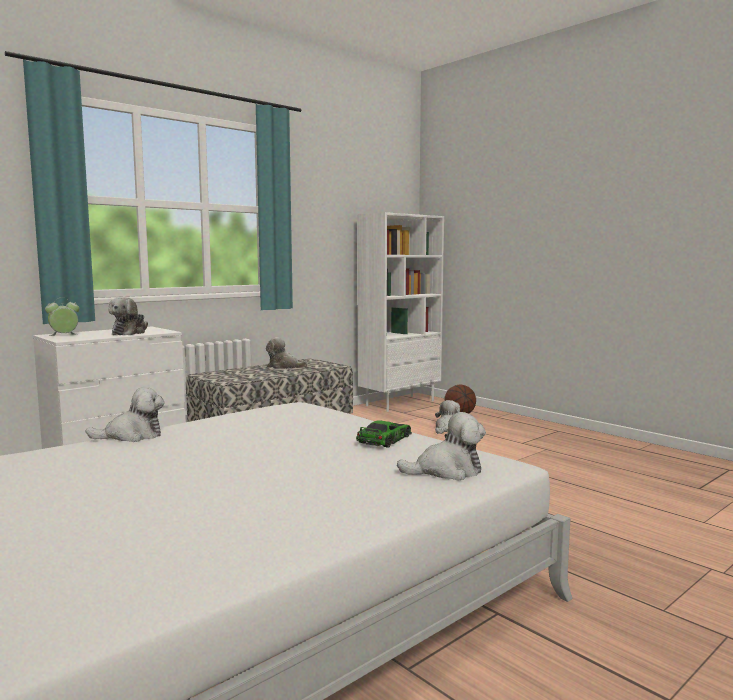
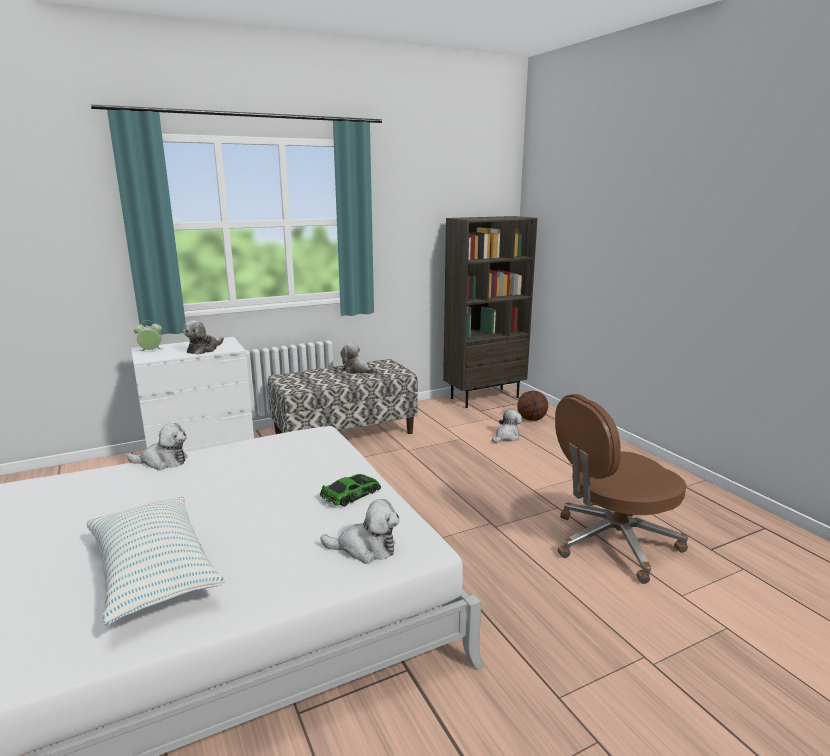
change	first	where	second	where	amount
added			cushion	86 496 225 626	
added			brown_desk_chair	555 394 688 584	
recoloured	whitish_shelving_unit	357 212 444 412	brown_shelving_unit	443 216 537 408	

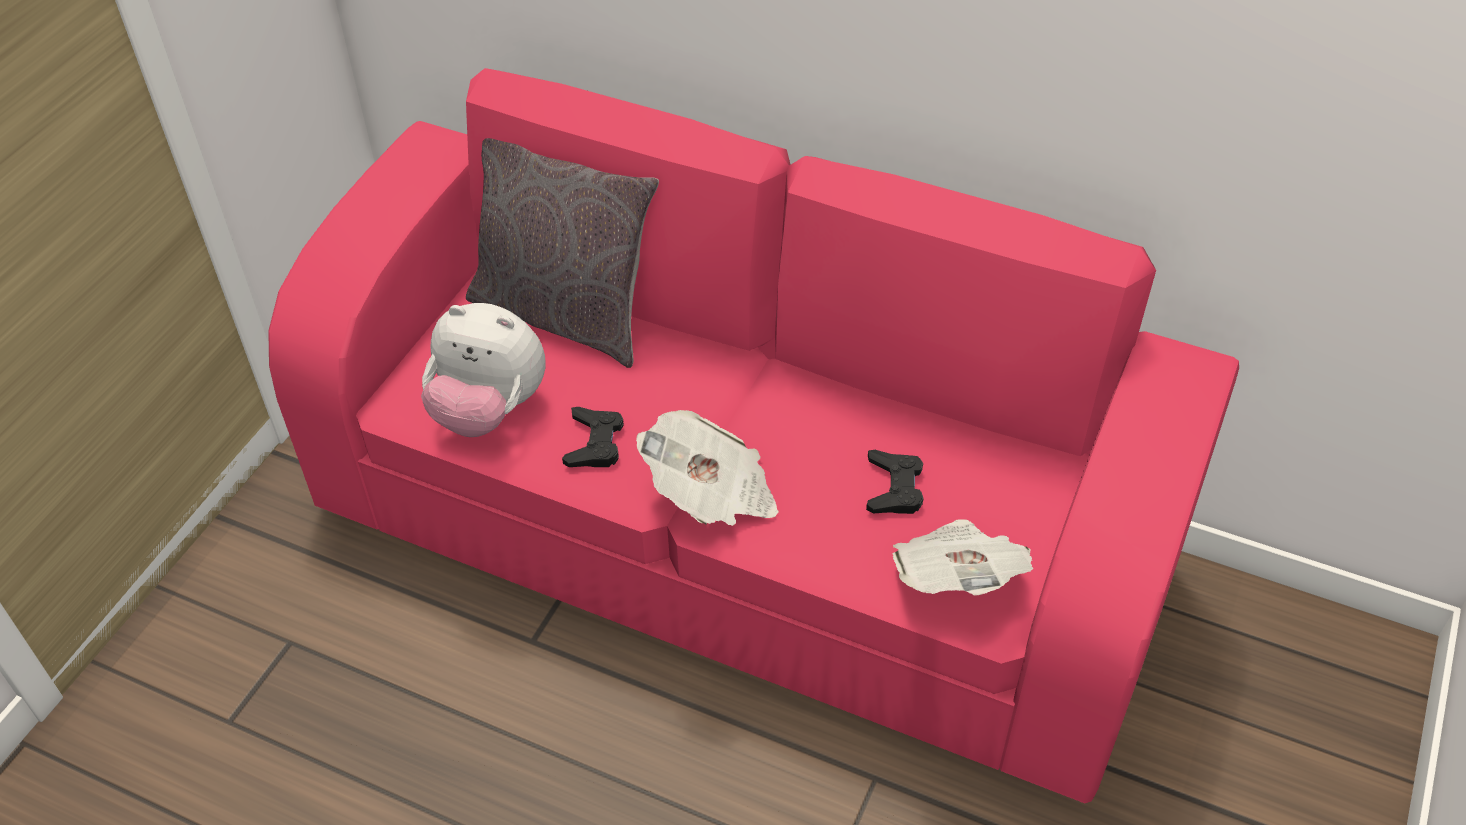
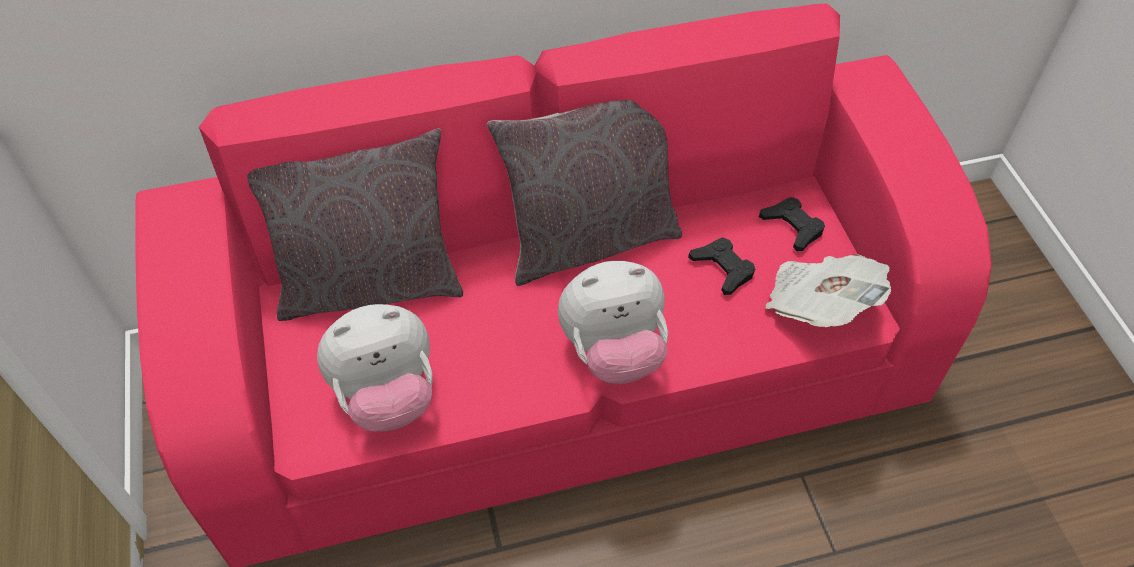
change	first	where	second	where	amount
added			gray_cushion	487 100 682 286	
moved	black_game_controller	562 407 624 467		759 197 825 251	
replaced	printed_paper	636 410 779 526	cuddly_toy	558 261 668 384	

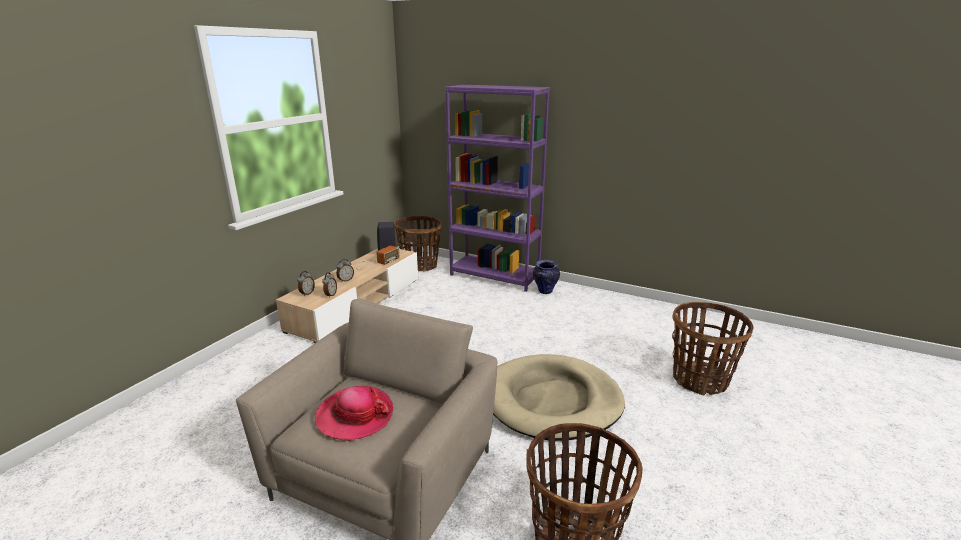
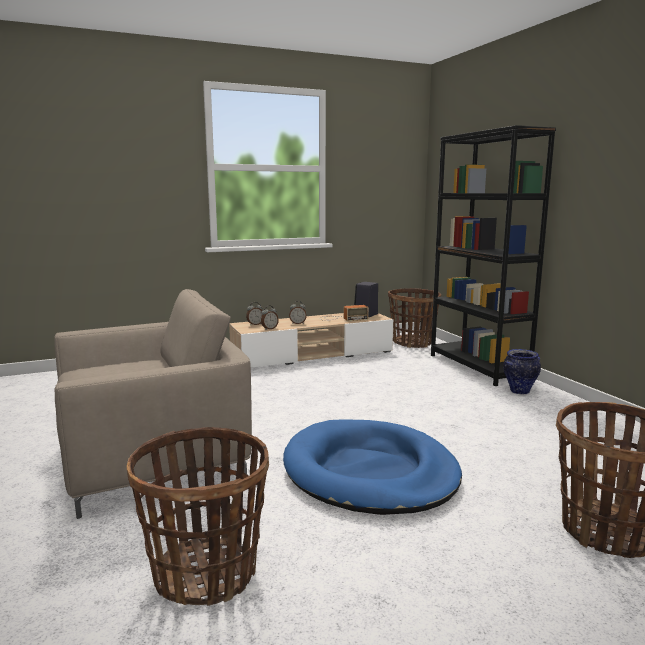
change	first	where	second	where	amount
removed	hat	315 386 393 441			
recoloured	purplish_shelving_unit	445 85 550 292	black_shelving_unit	431 125 556 386	
recoloured	beige_dog_cushion	493 354 625 441	blue-coloured_dog_cushion	283 419 462 515	

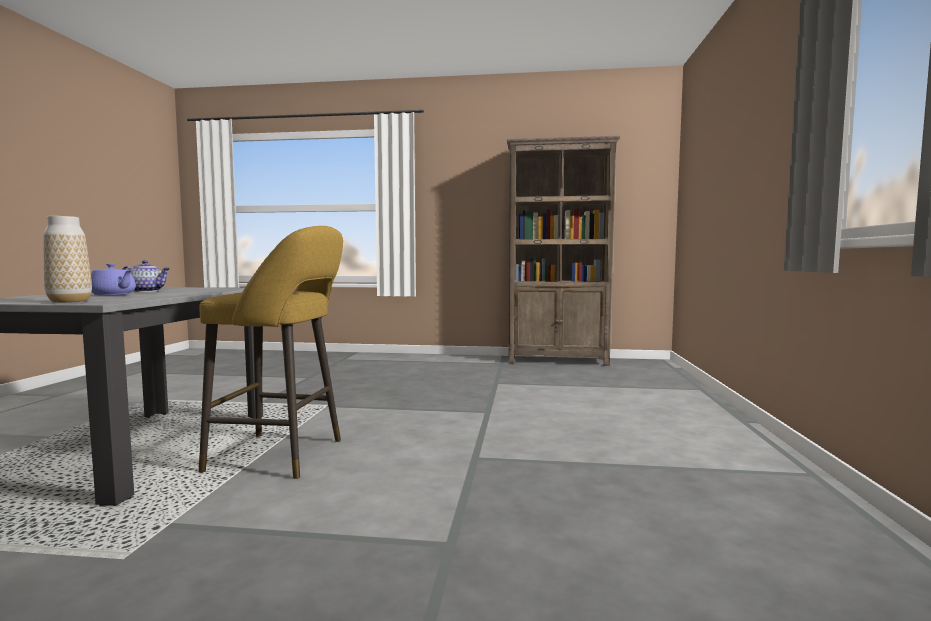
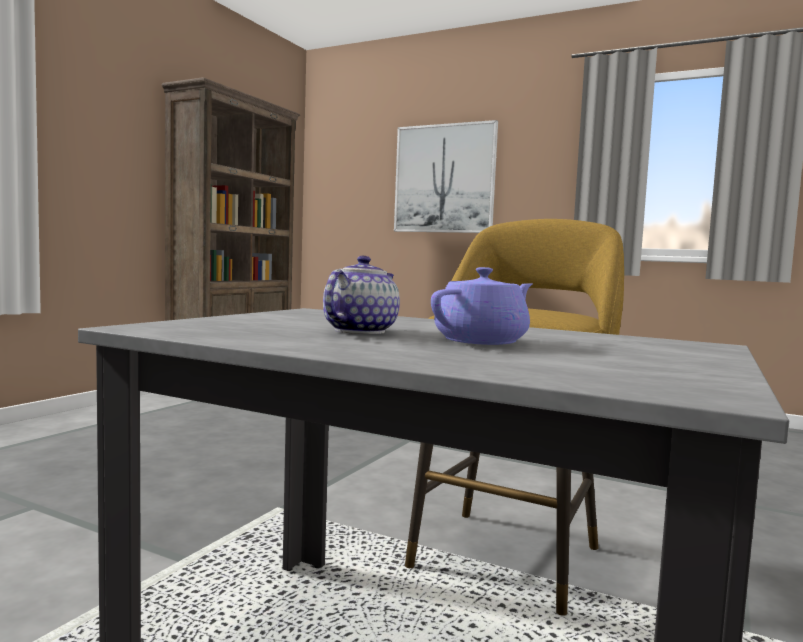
change	first	where	second	where	amount
removed	flower_vase	43 216 92 303			
added			wall_art	394 120 498 233	

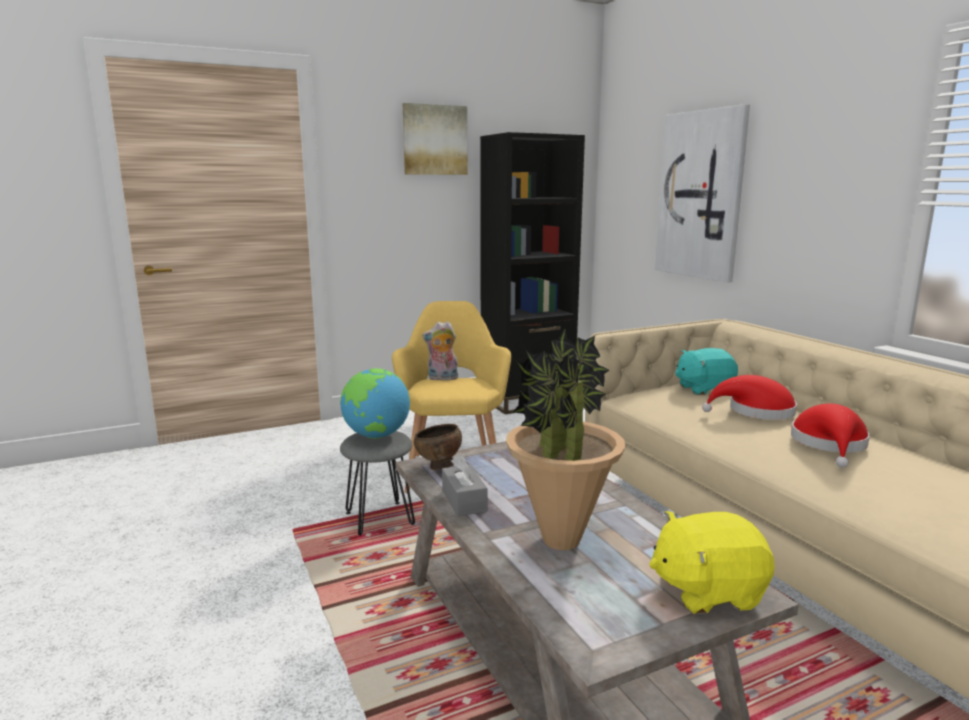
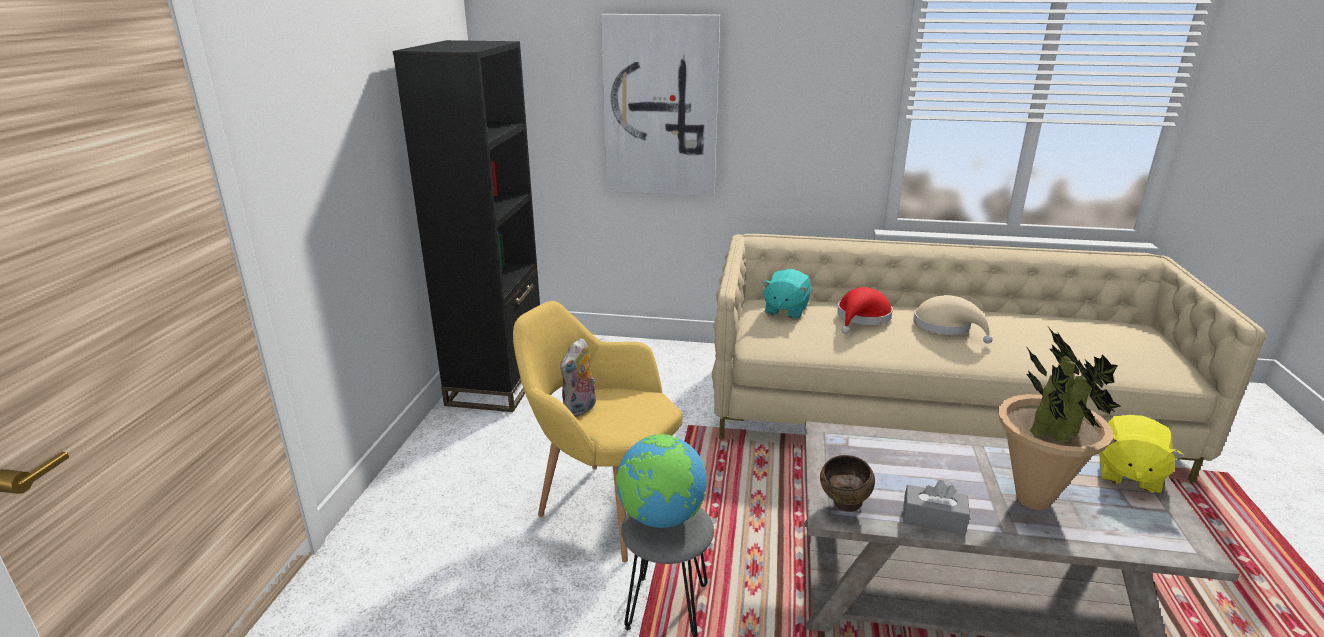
change	first	where	second	where	amount
removed	wall_art	403 103 468 175			
recoloured	red-coloured_hat	791 404 870 468	beige_hat	913 295 993 344	

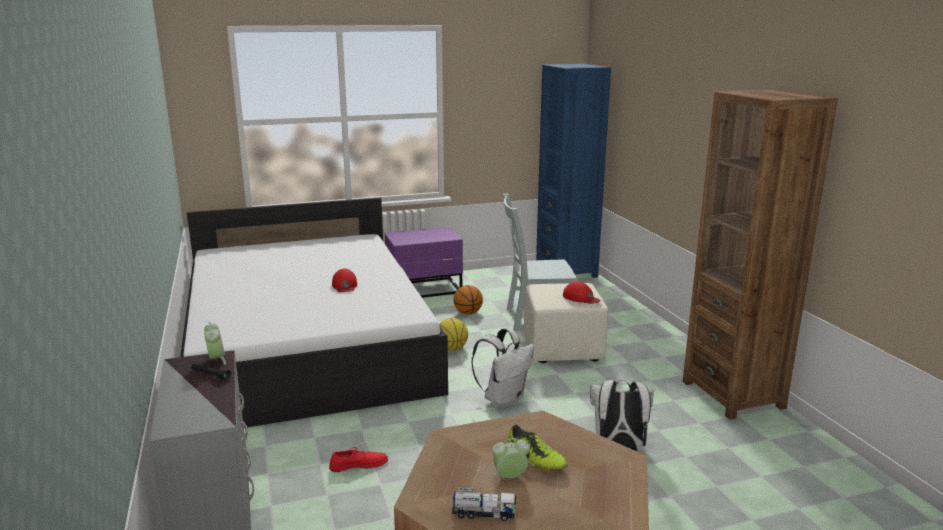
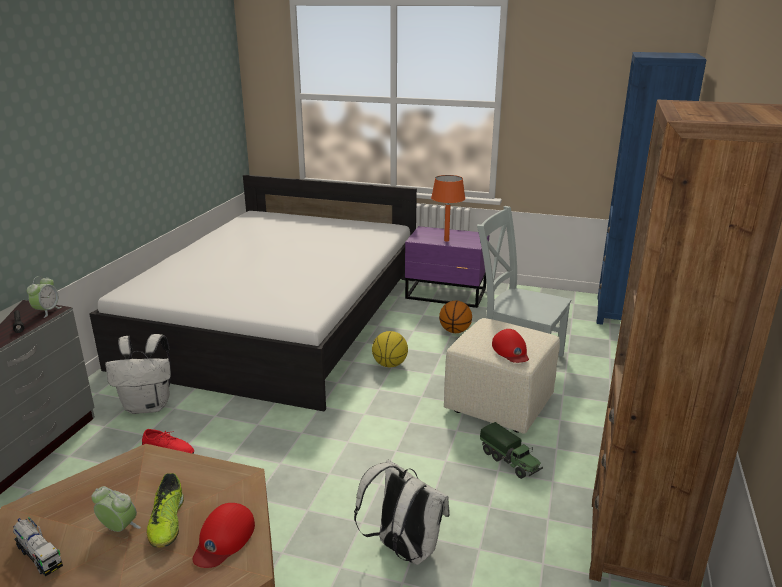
change	first	where	second	where	amount
added			orange-coloured_lamp_for_a_table	431 175 465 242	
added			toy_lorry	480 422 543 479	
moved	red-coloured_baseball_cap	332 268 357 292		192 503 255 568	
moved	whitish_backpack	471 328 534 407		105 334 171 414	

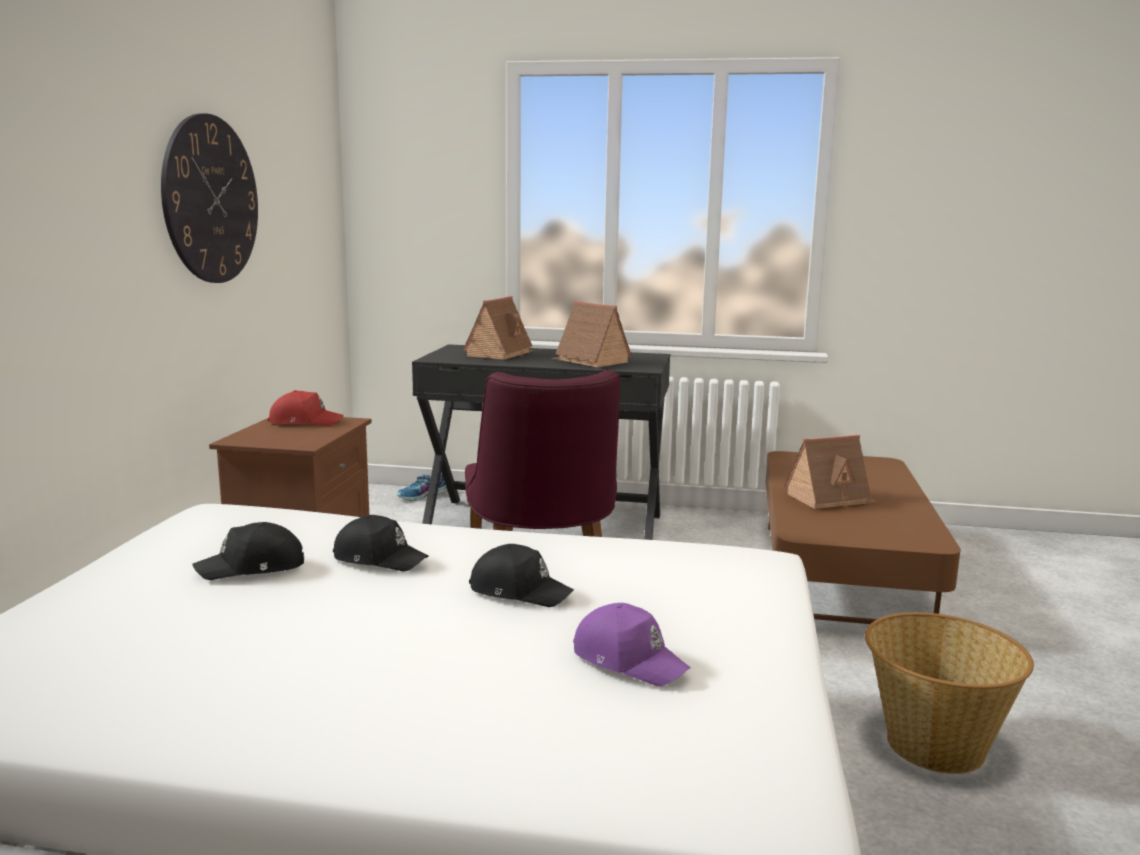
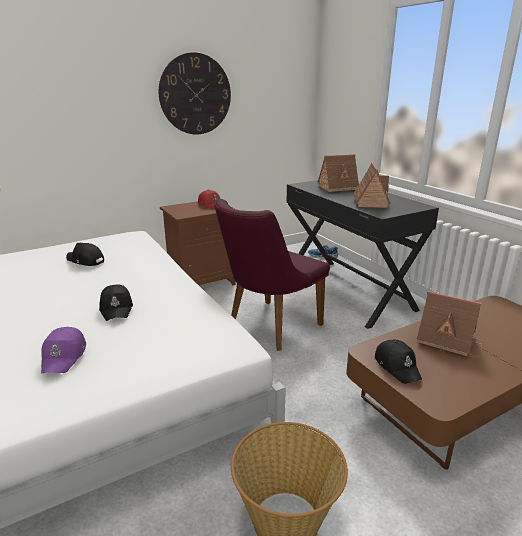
change	first	where	second	where	amount
moved	black_baseball_cap	333 515 429 571		375 340 422 384	

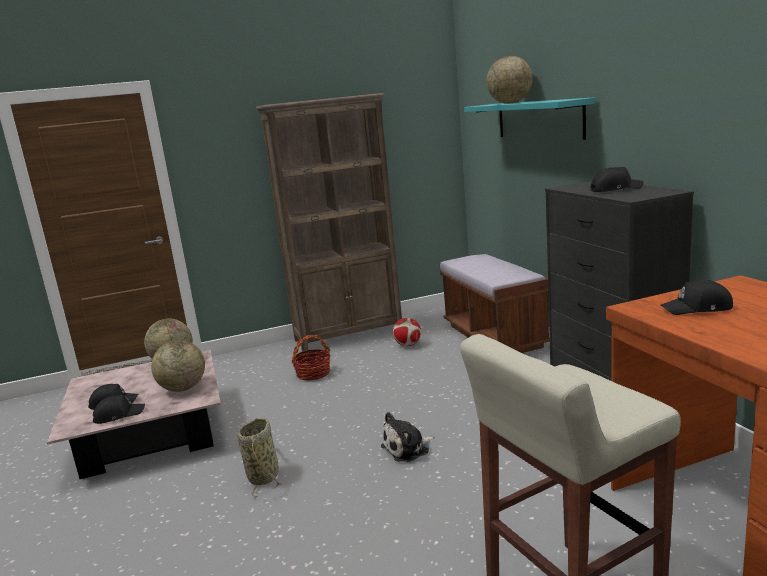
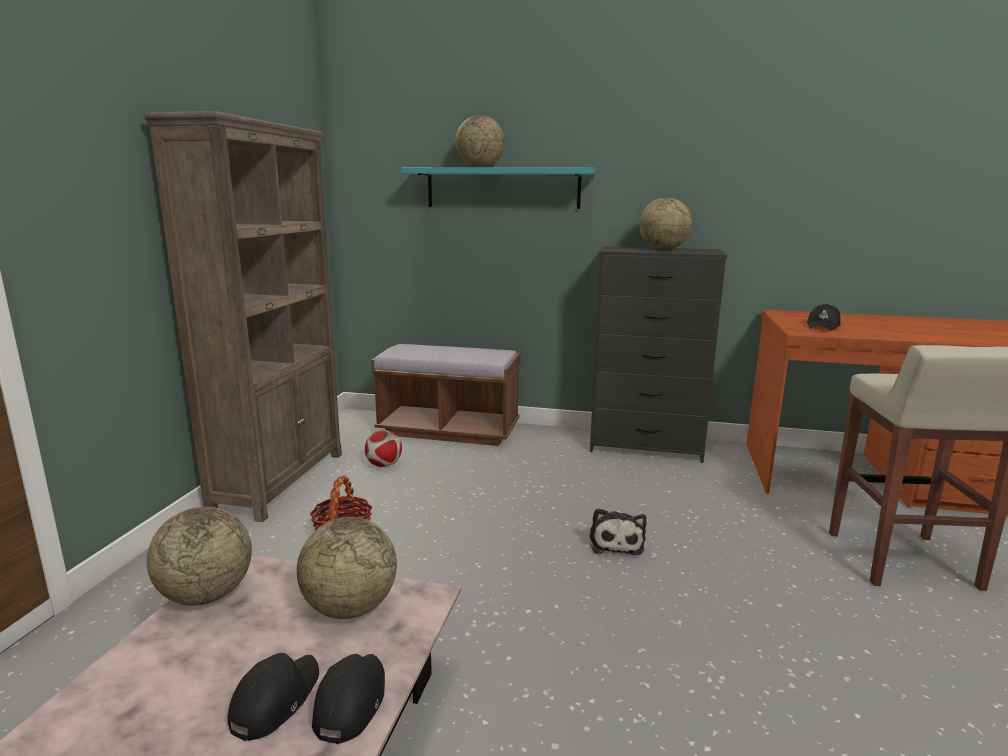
change	first	where	second	where	amount
removed	household_basket	237 418 282 497			
replaced	black_baseball_cap	591 167 644 192	desk_globe	639 197 692 250	

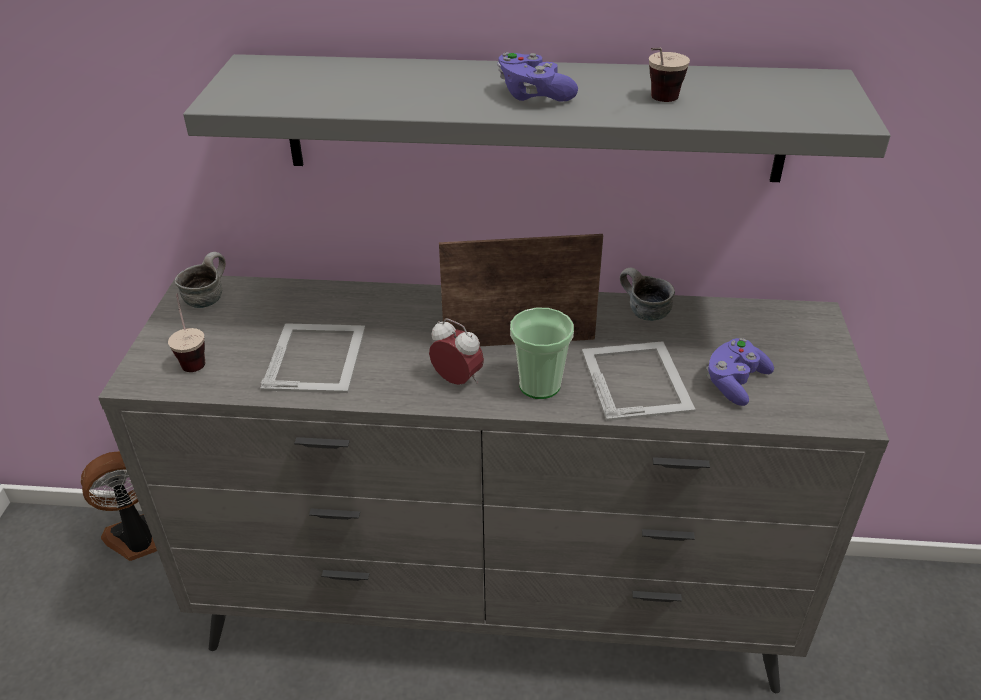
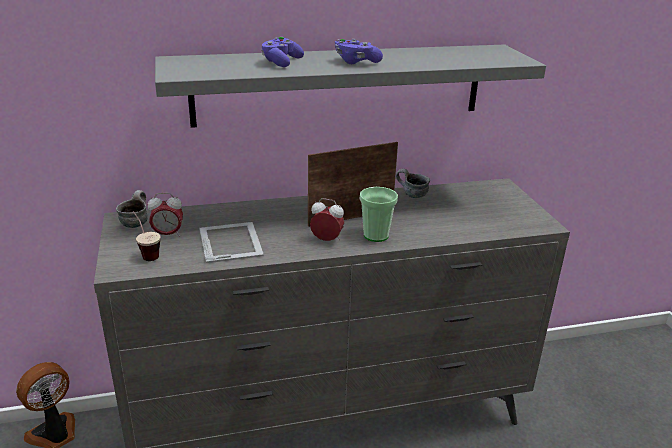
change	first	where	second	where	amount
removed	picture_frame	582 341 696 421			
removed	small_cup	649 48 690 102			
added			table_clock	148 193 183 237	
moved	purplish_game_controller	706 338 774 406		261 37 304 67	

